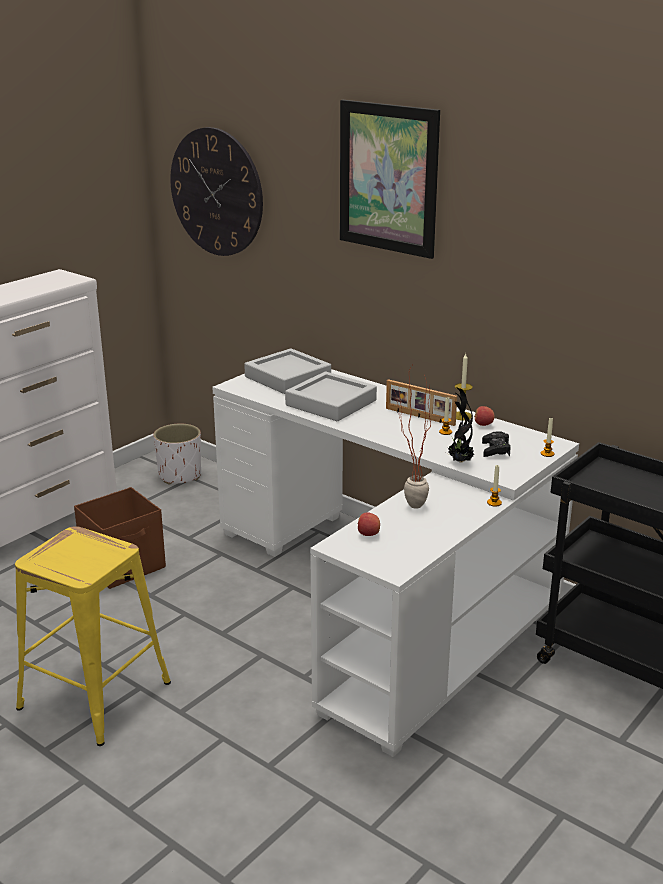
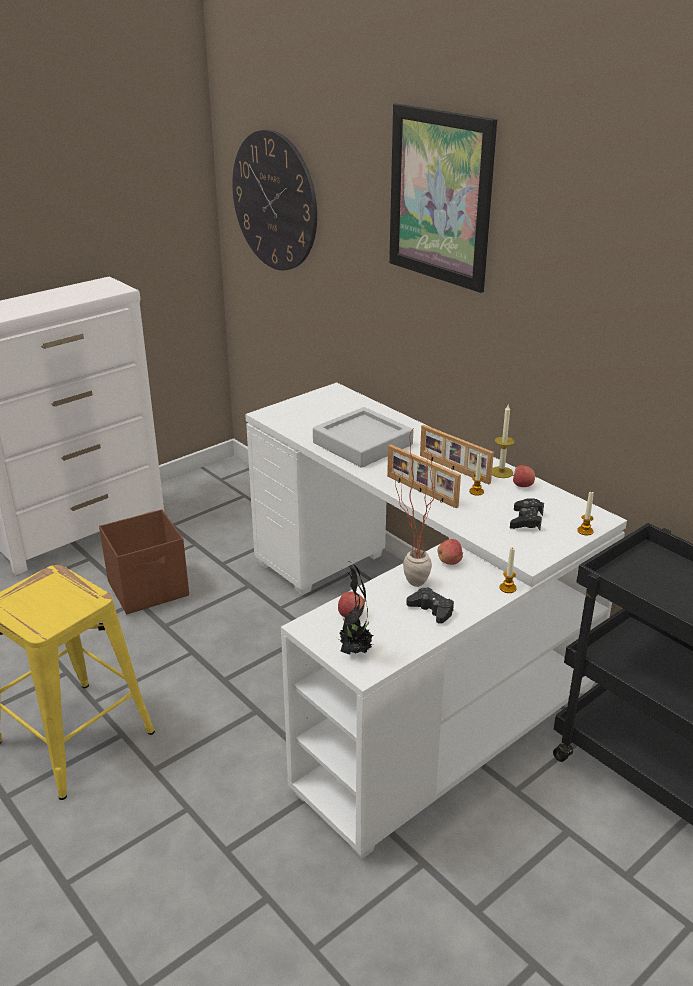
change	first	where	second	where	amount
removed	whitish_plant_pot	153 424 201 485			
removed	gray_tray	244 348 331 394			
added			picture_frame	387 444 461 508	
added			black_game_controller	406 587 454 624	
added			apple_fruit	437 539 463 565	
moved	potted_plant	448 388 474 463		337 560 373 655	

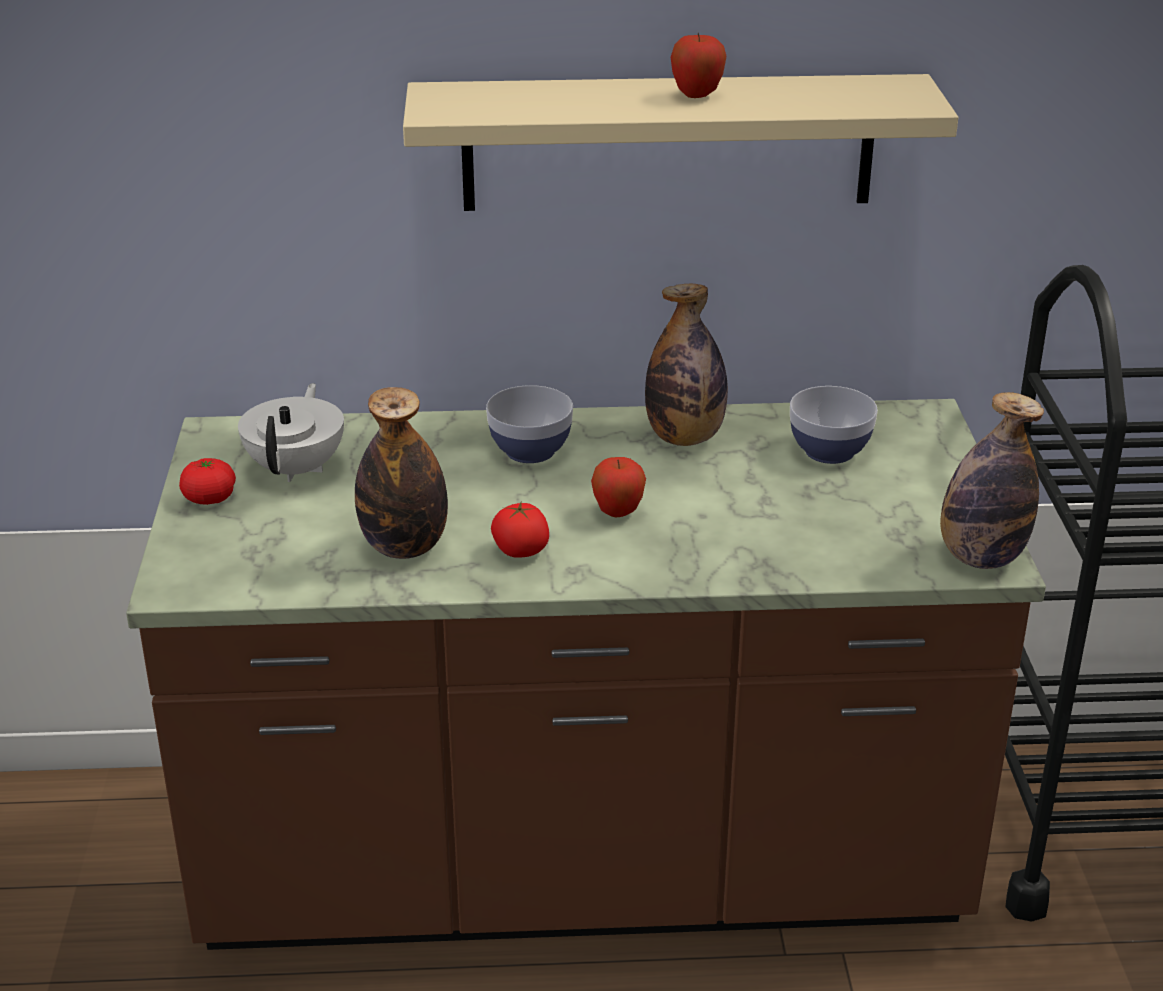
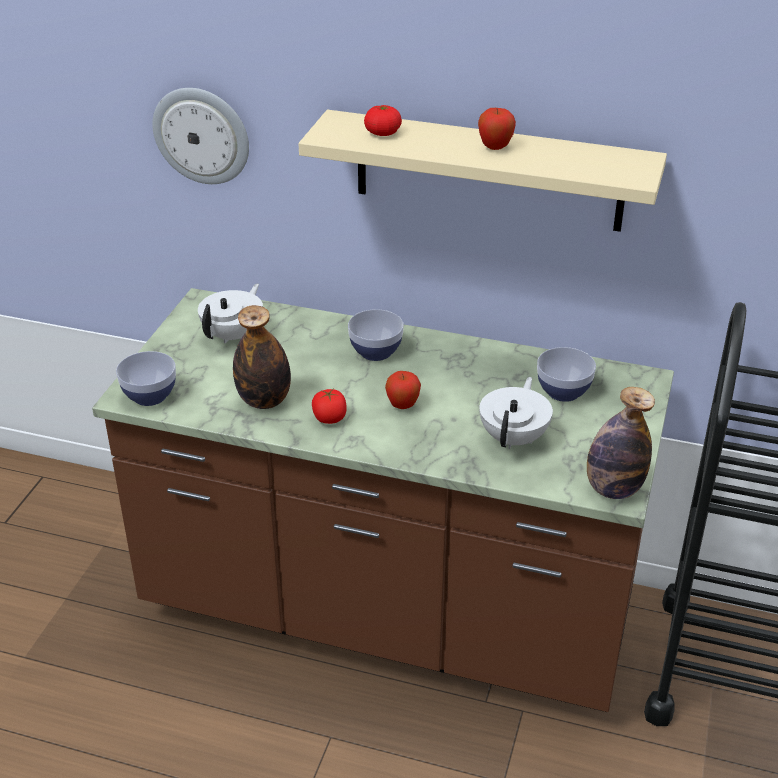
change	first	where	second	where	amount
removed	beverage_bottle	645 284 728 446			
added			bowl	116 351 176 406	
added			wall_clock	152 88 249 184	
added			whitish_tea_pot	479 377 553 449	
moved	whole_tomato	179 458 236 505		364 105 402 136	

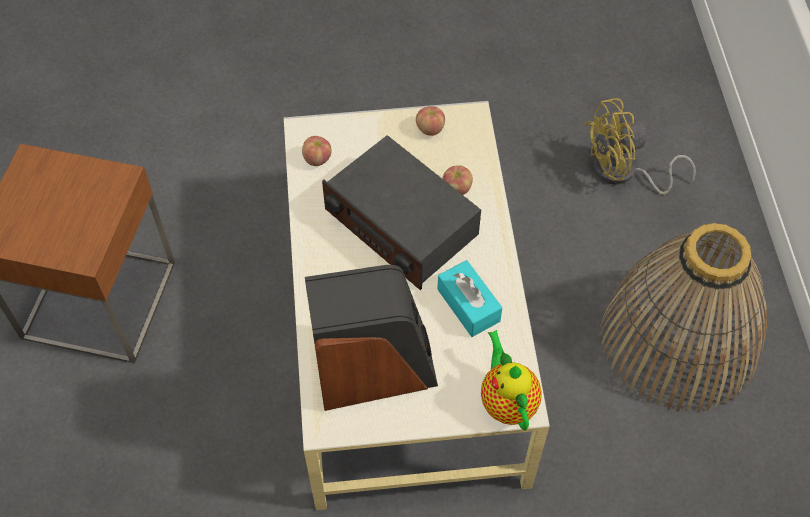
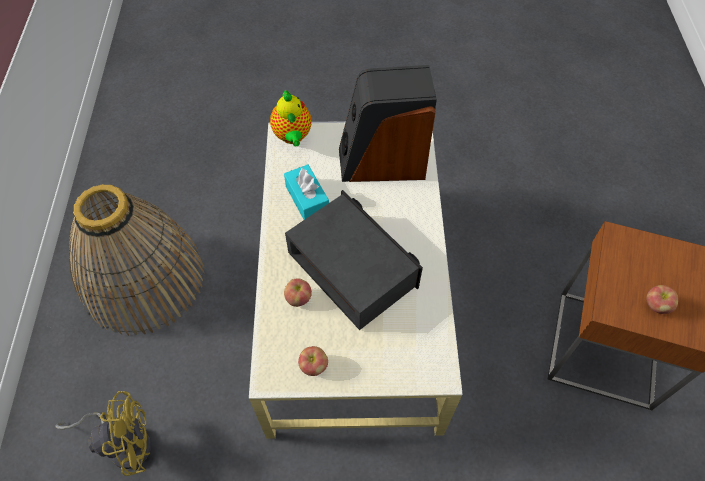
change	first	where	second	where	amount
moved	apple_fruit	302 136 332 166		646 285 678 314	

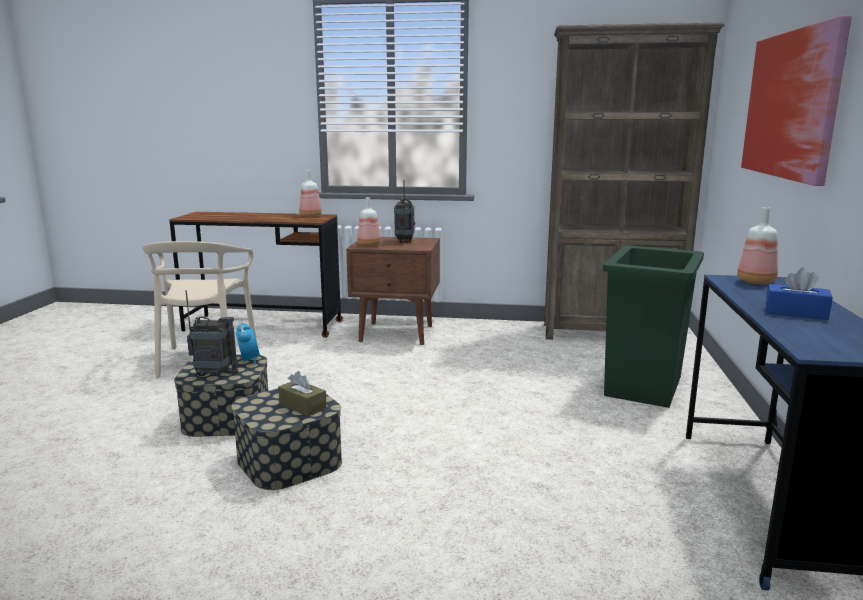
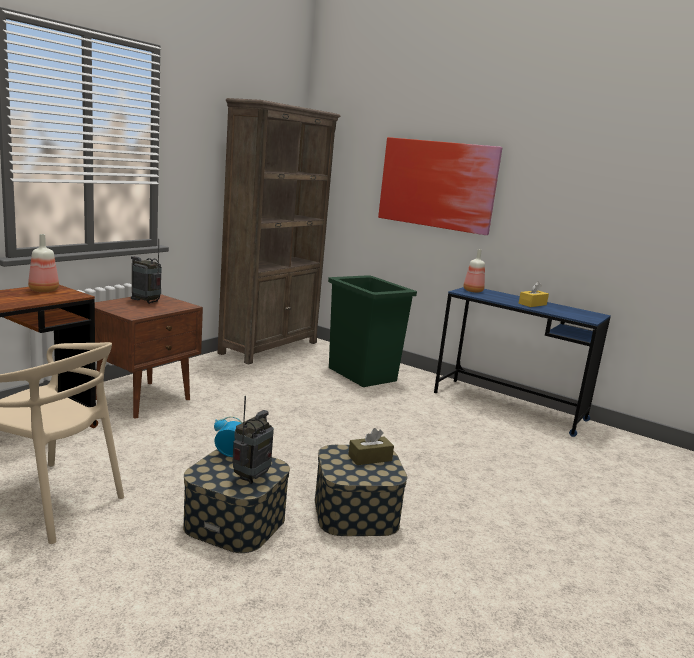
change	first	where	second	where	amount
removed	beverage_bottle	357 197 381 246			
recoloured	blue-coloured_box_of_tissues	766 268 833 320	yellow_box_of_tissues	519 282 549 307	

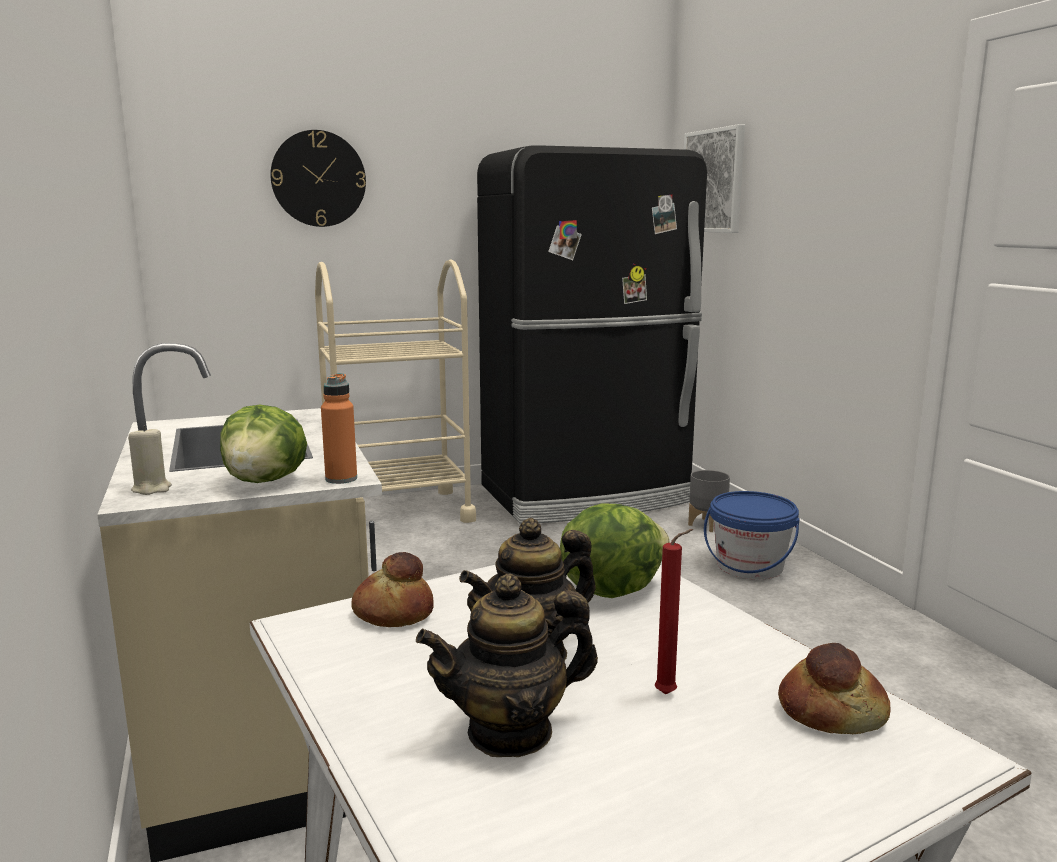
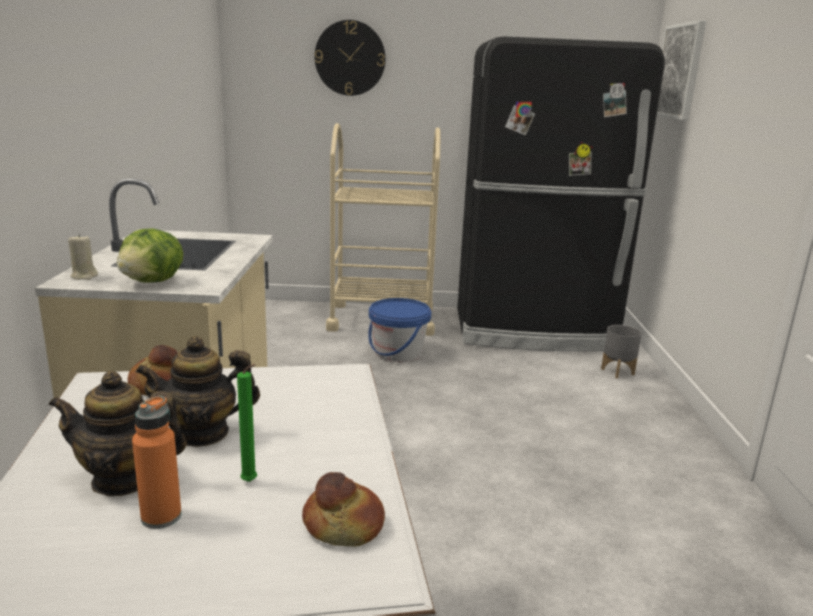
change	first	where	second	where	amount
removed	lettuce_head	560 504 670 598			
moved	orange-coloured_beverage_bottle	321 373 357 484		132 396 182 529	
moved	blue-coloured_pail	704 491 799 580		368 298 431 362	
recoloured	red-coloured_wax_light	655 529 693 695	green_wax_light	237 364 257 482	

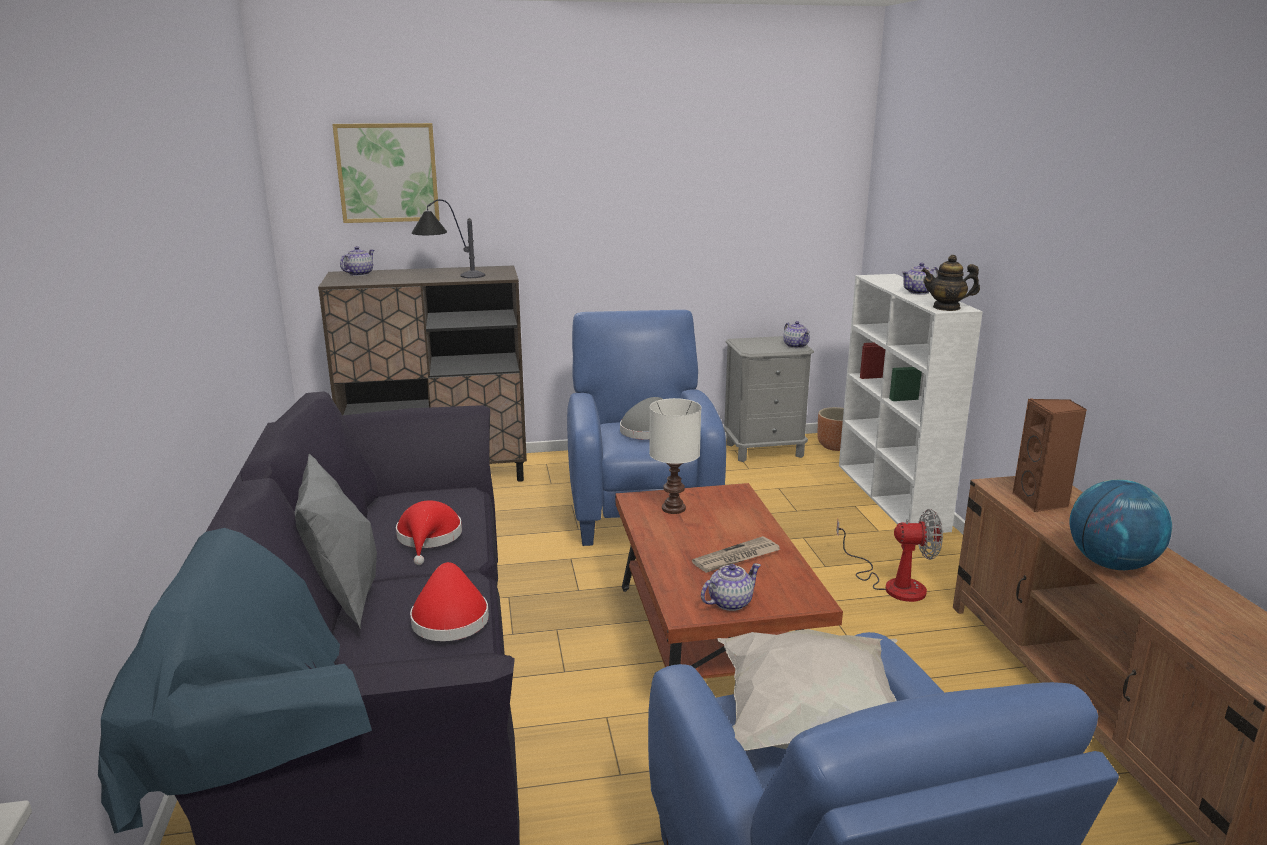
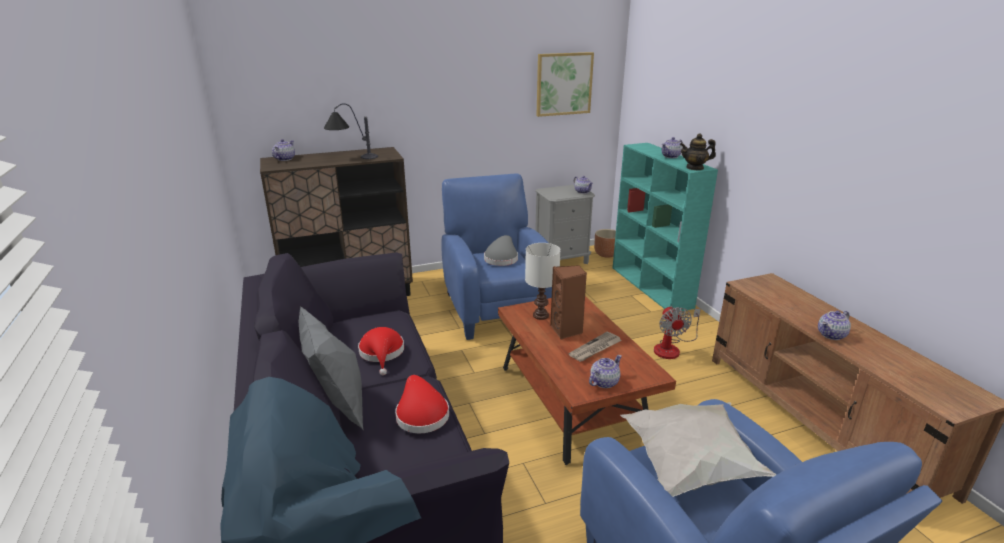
change	first	where	second	where	amount
moved	wall_art	332 123 440 223		536 52 594 117	
moved	brown_loudspeaker	1012 398 1087 512		550 265 587 339	
replaced	desk_globe	1069 479 1172 570	tea_pot	818 311 851 340	
recoloured	whitish_shelving_unit	839 274 983 533	turquoise-coloured_shelving_unit	613 143 718 311	
turned	fan	836 509 943 602		654 306 701 359	90 degrees clockwise

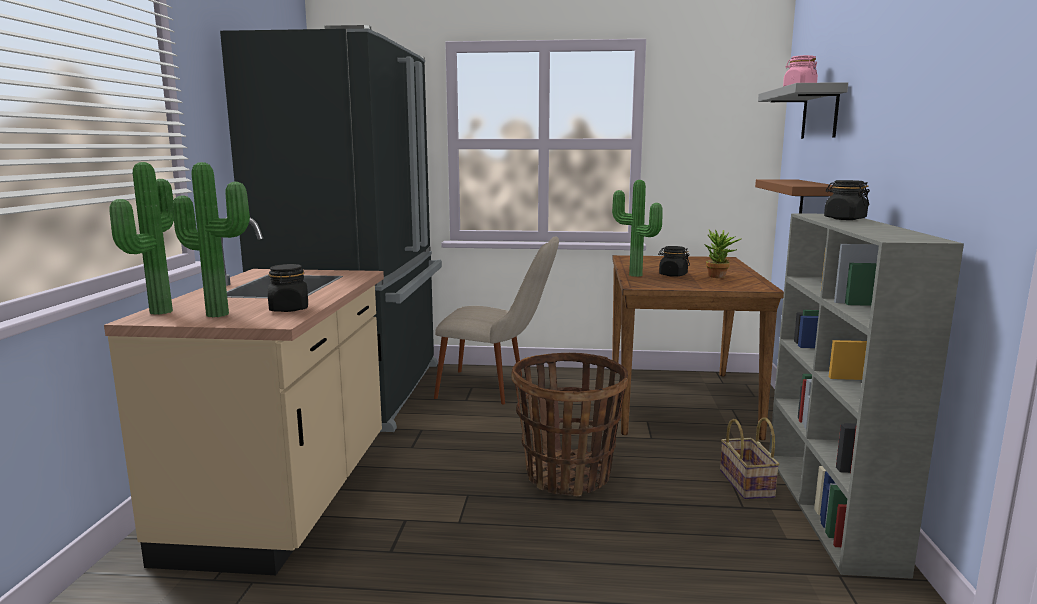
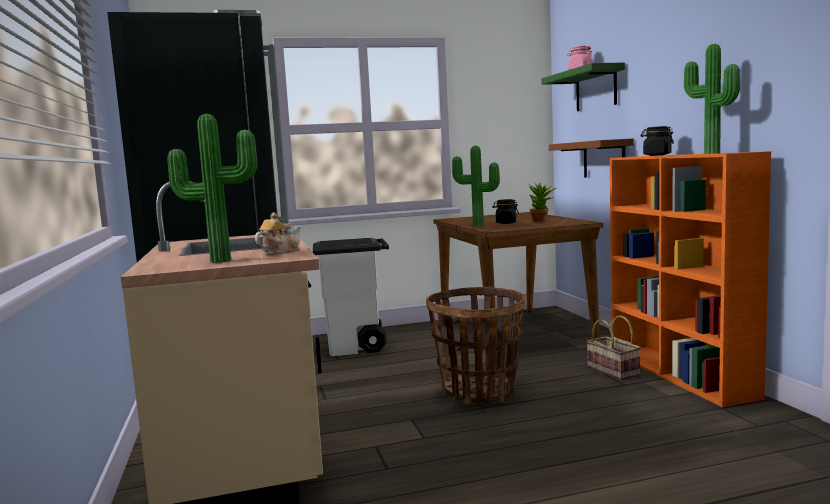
change	first	where	second	where	amount
moved	potted_plant	110 162 174 315		684 44 740 154	
replaced	black_preserve_jar	268 264 308 312	tea_pot	255 212 301 255	
replaced	beige_chair	434 236 559 404	whitish_trash_can	313 238 389 356	
recoloured	gray_bracket_shelf	758 82 848 139	green_bracket_shelf	541 63 625 111	
recoloured	gray_shelving_unit	769 213 964 579	orange-coloured_shelving_unit	610 151 771 407	

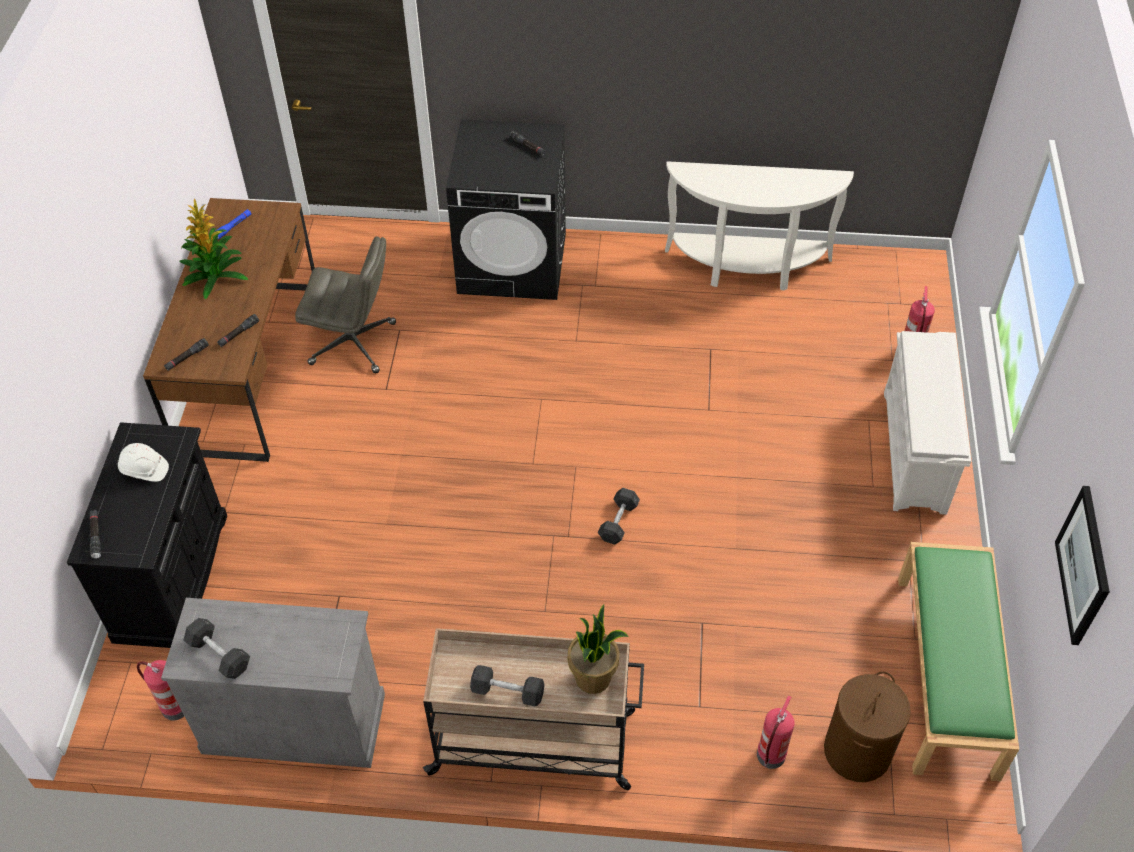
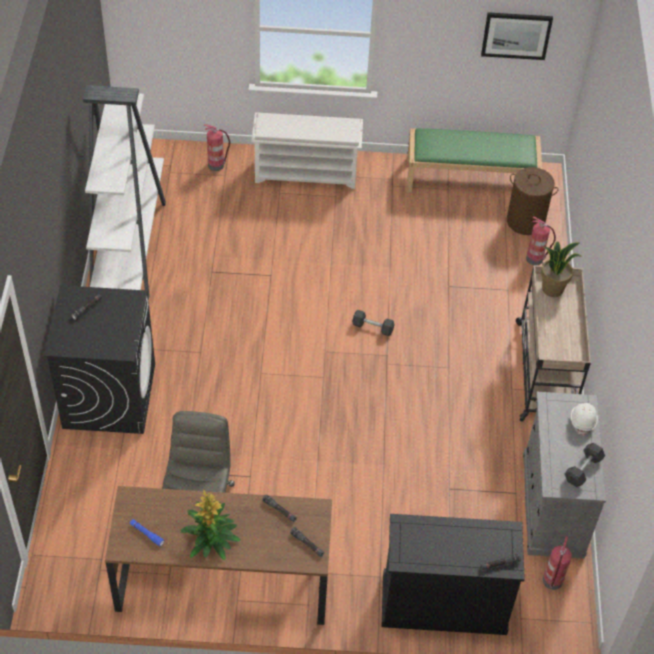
change	first	where	second	where	amount
removed	gray_dumbbell	470 665 545 706			
moved	whitish_safety_helmet	118 443 169 482		571 403 598 436	
replaced	whitish_hall_table	665 161 854 290	whitish_shelving_unit	83 85 166 300	

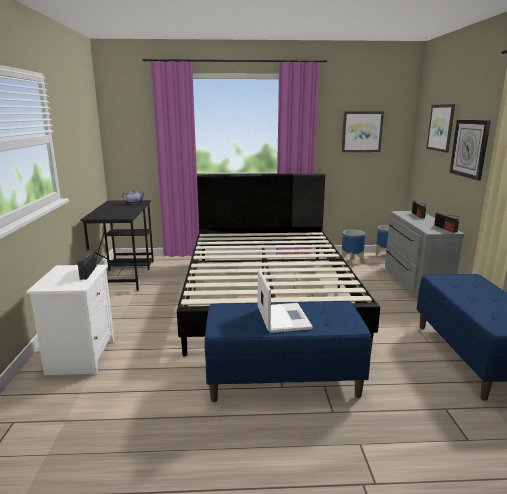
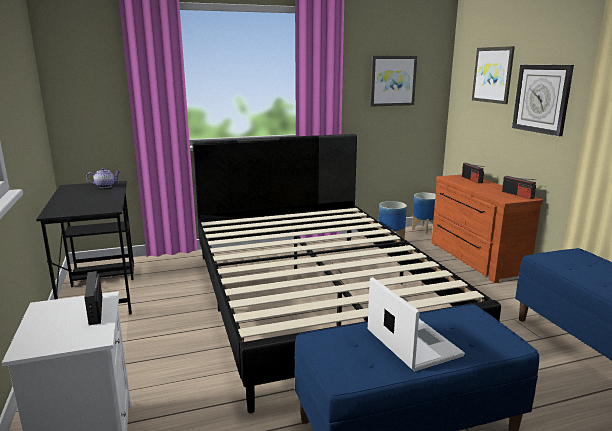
change	first	where	second	where	amount
recoloured	gray_chest_of_drawers	385 211 464 300	brown_chest_of_drawers	432 175 543 283	

